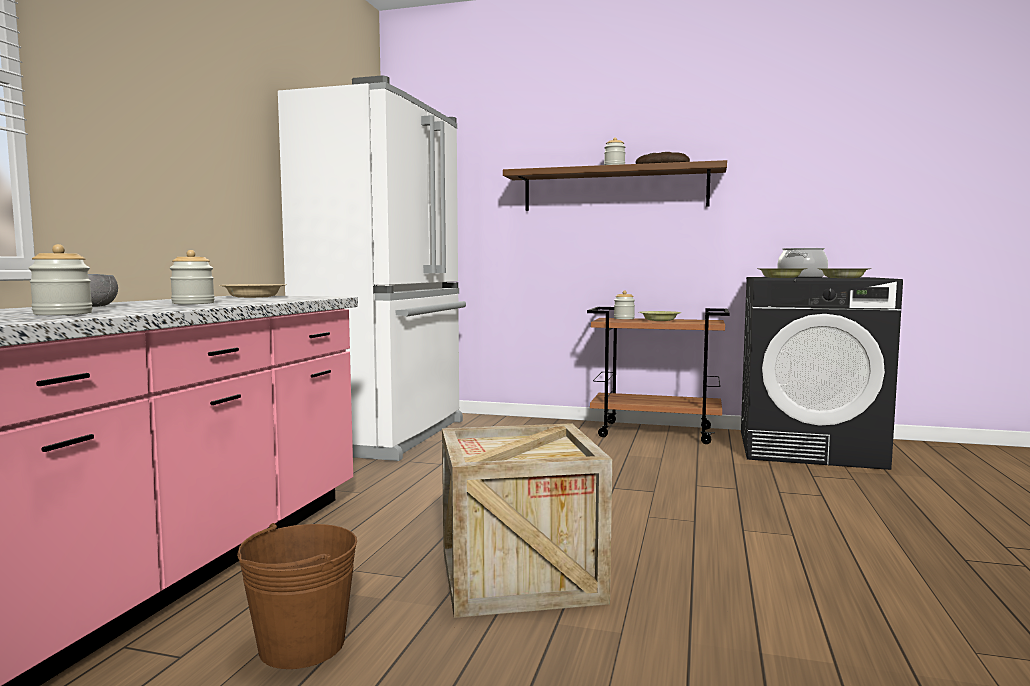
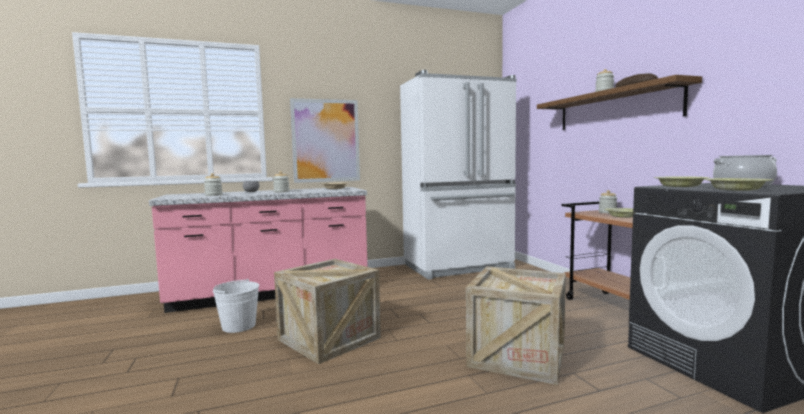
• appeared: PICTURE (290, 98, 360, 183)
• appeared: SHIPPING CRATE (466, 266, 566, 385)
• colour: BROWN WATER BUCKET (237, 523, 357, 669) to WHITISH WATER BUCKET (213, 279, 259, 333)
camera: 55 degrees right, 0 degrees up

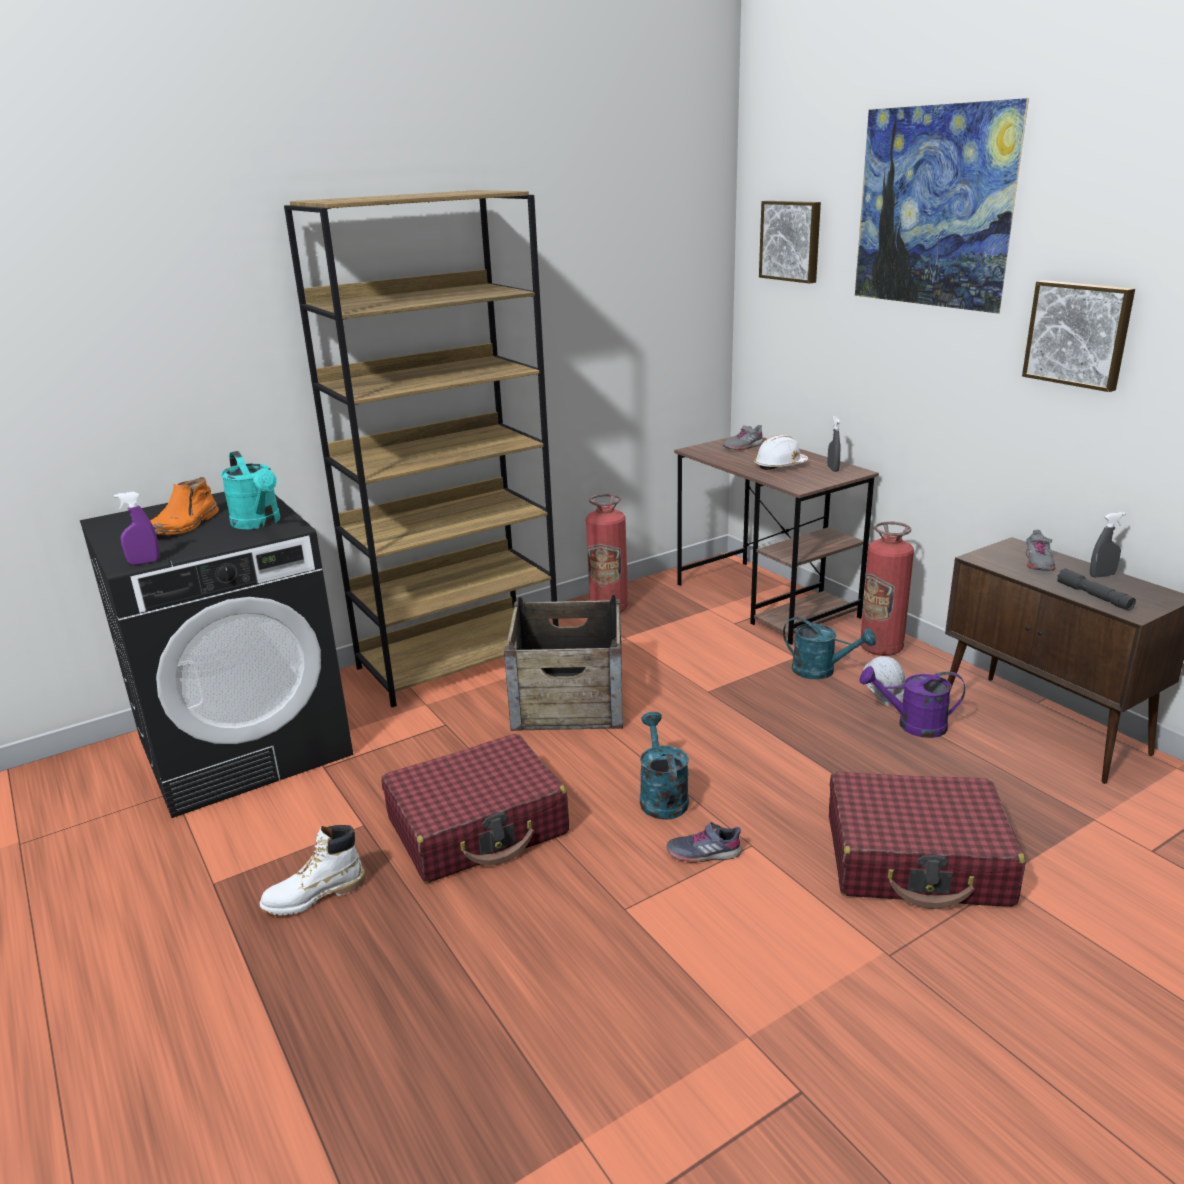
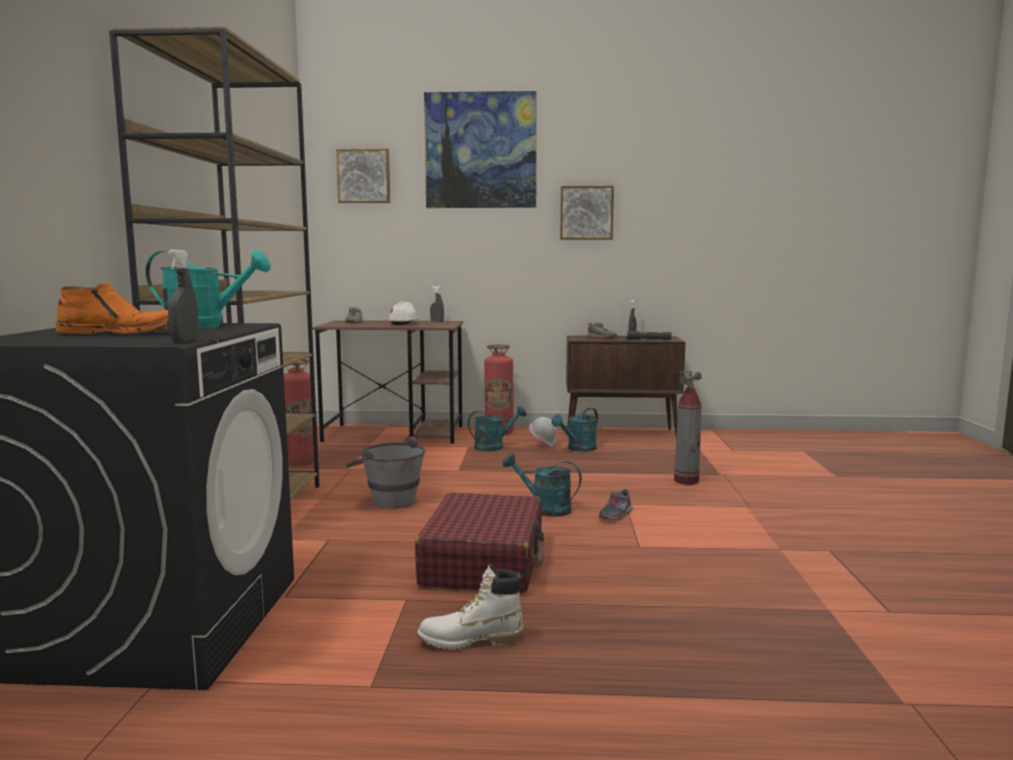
• exchanged: SHIPPING CRATE (504, 595, 623, 731) to GRAY WATER BUCKET (346, 436, 426, 509)
• exchanged: RED-COLOURED PIECE OF LUGGAGE (829, 772, 1026, 909) to FIRE EXTINGUISHER (674, 371, 702, 485)
• colour: PURPLE SPRAY BOTTLE (114, 492, 160, 565) to GRAY SPRAY BOTTLE (168, 249, 199, 342)
• colour: PURPLE WATERING CAN (860, 666, 965, 738) to TURQUOISE WATERING CAN (552, 408, 598, 452)
• spun: ORANGE HIGH-TOP BOOT (150, 477, 219, 535) = (56, 283, 169, 335) 60 degrees counterclockwise
• spun: WHITISH HIGH-TOP BOOT (260, 825, 366, 915) = (417, 564, 525, 650) 75 degrees clockwise
camera: 55 degrees left, 15 degrees down

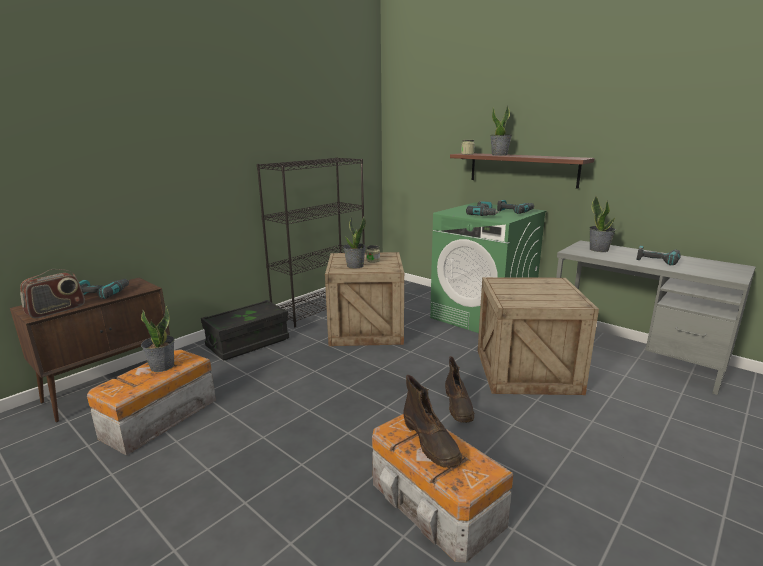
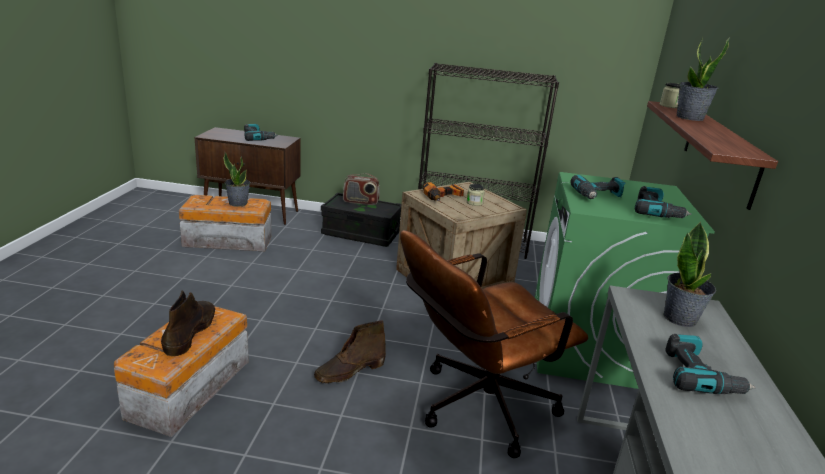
• relocated: RADIO SET (20, 269, 85, 318) to (343, 173, 380, 205)
• exchanged: POTTED PLANT (343, 216, 366, 269) to DRILL (423, 182, 464, 203)
• exchanged: SHIPPING CRATE (478, 277, 599, 395) to BROWN OFFICE CHAIR (400, 230, 588, 458)
• spun: BROWN HIGH-TOP BOOT (404, 375, 462, 468) = (161, 290, 215, 356) 150 degrees clockwise
camera: 55 degrees right, 5 degrees up

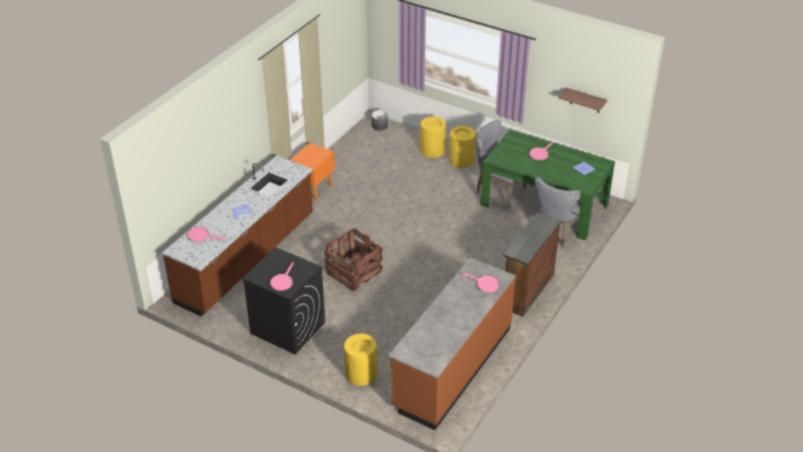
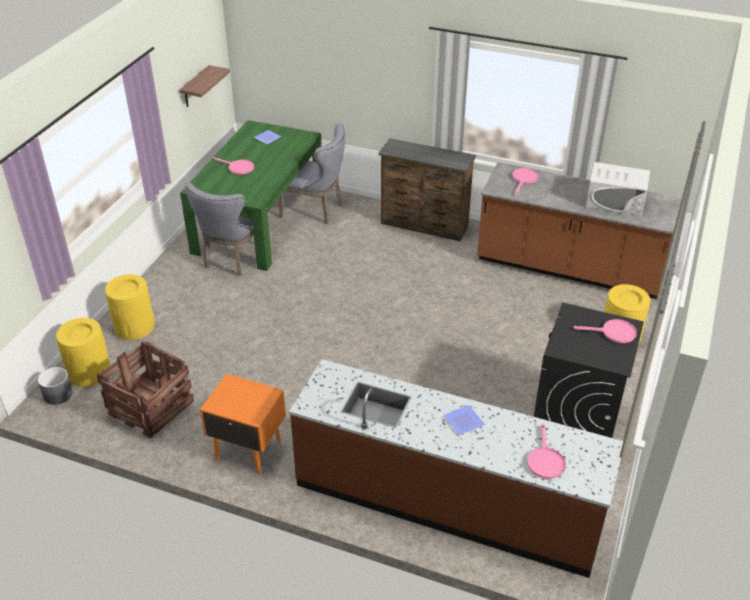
• appeared: WHITISH MICROWAVE (585, 162, 650, 216)
• relocated: SHIPPING CRATE (324, 228, 383, 291) to (97, 341, 194, 438)
• relocated: YELLOWISH WASTE BIN (449, 126, 476, 168) to (56, 318, 110, 387)
camera: 100 degrees left, 0 degrees up

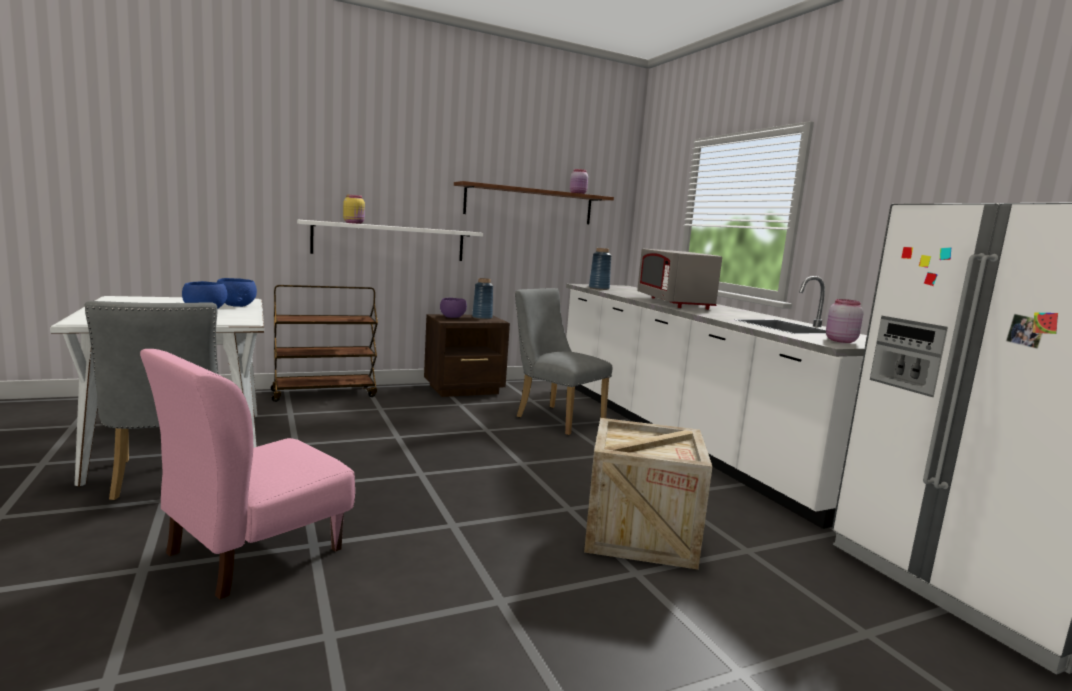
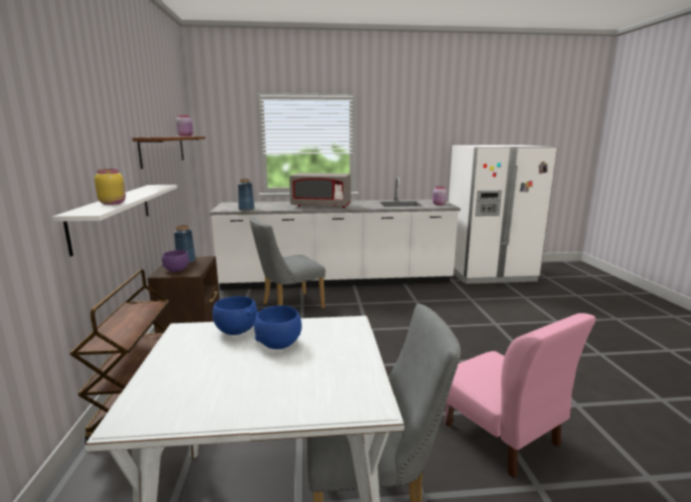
• missing: SHIPPING CRATE (584, 418, 713, 570)
camera: 70 degrees left, 5 degrees up

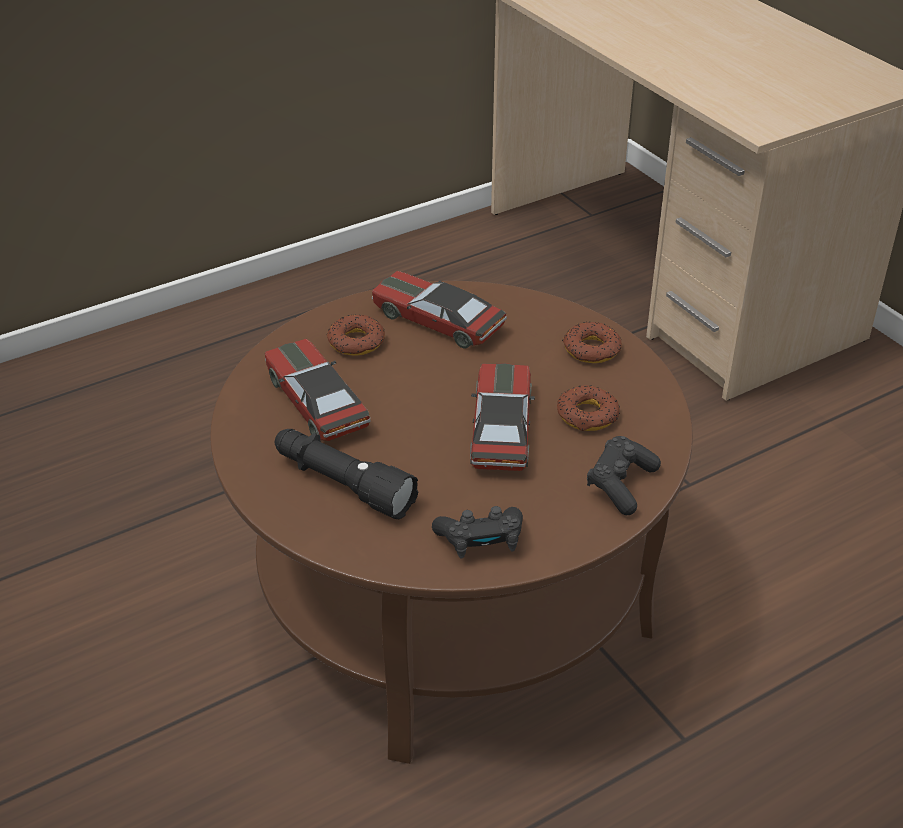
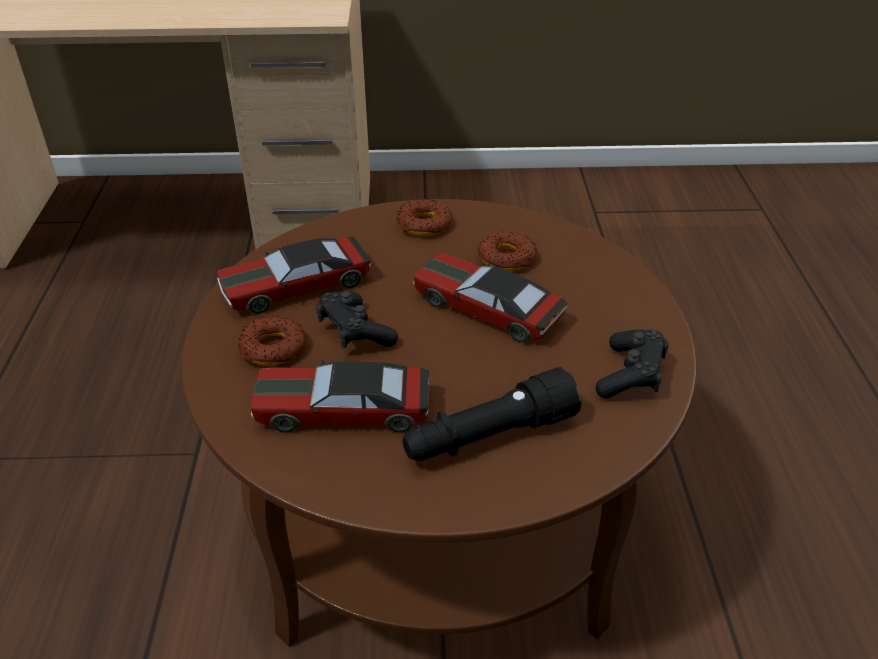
• relocated: BLACKISH JOYPAD (587, 436, 661, 515) to (316, 291, 398, 348)
camera: 60 degrees left, 0 degrees up

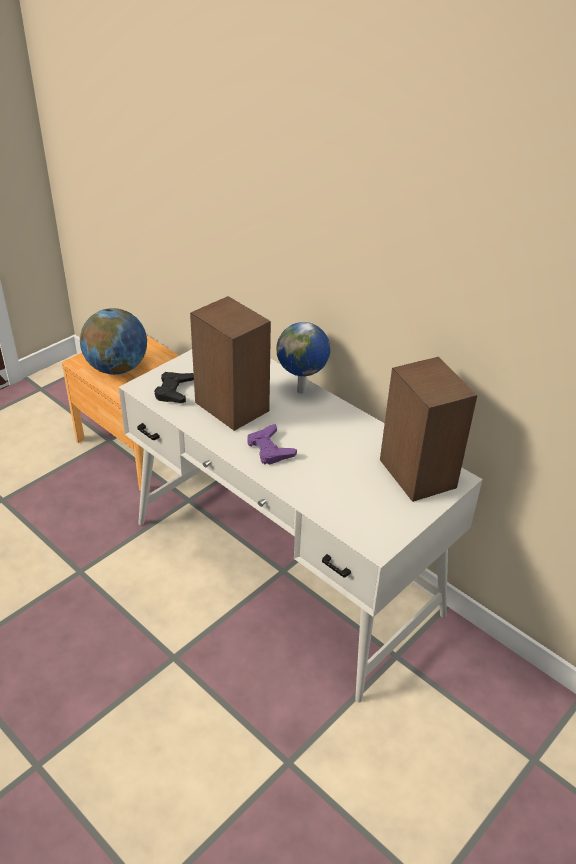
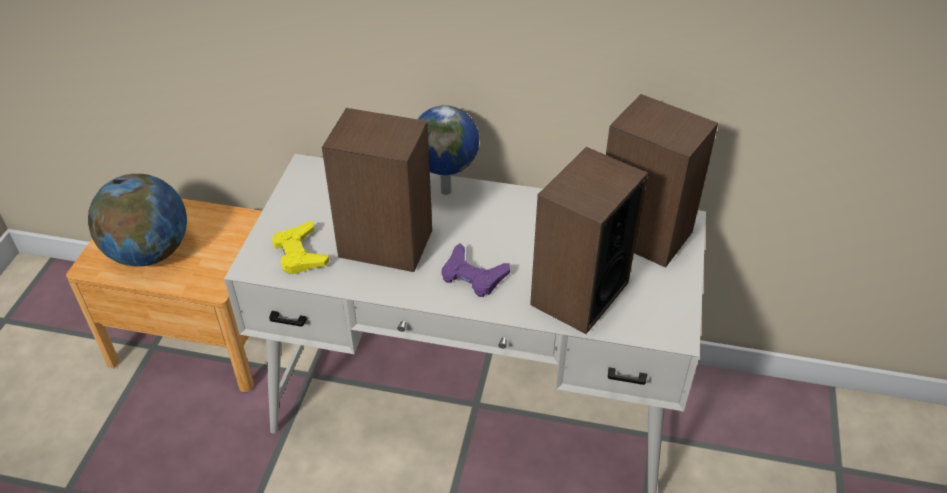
• appeared: AUDIO SPEAKER (530, 147, 648, 334)
• colour: BLACKISH JOYPAD (154, 372, 194, 403) to YELLOWISH JOYPAD (272, 221, 329, 274)
camera: 30 degrees left, 5 degrees up

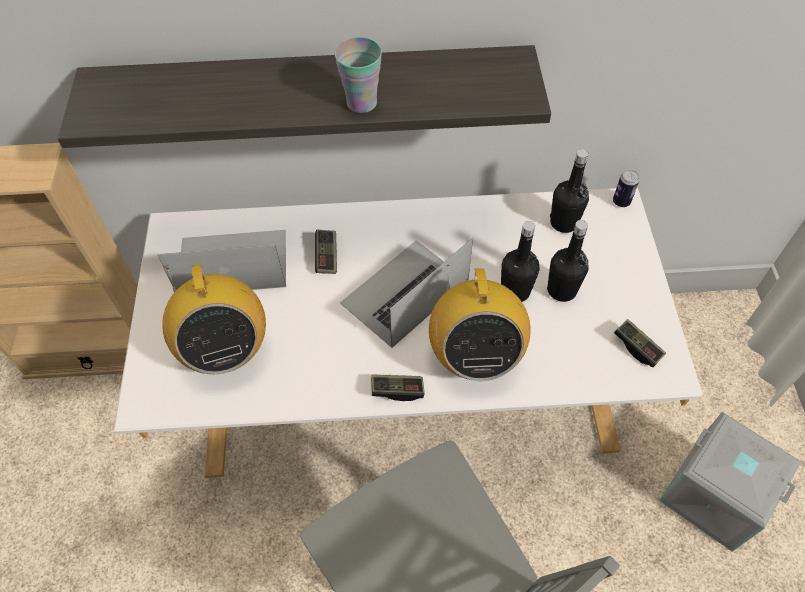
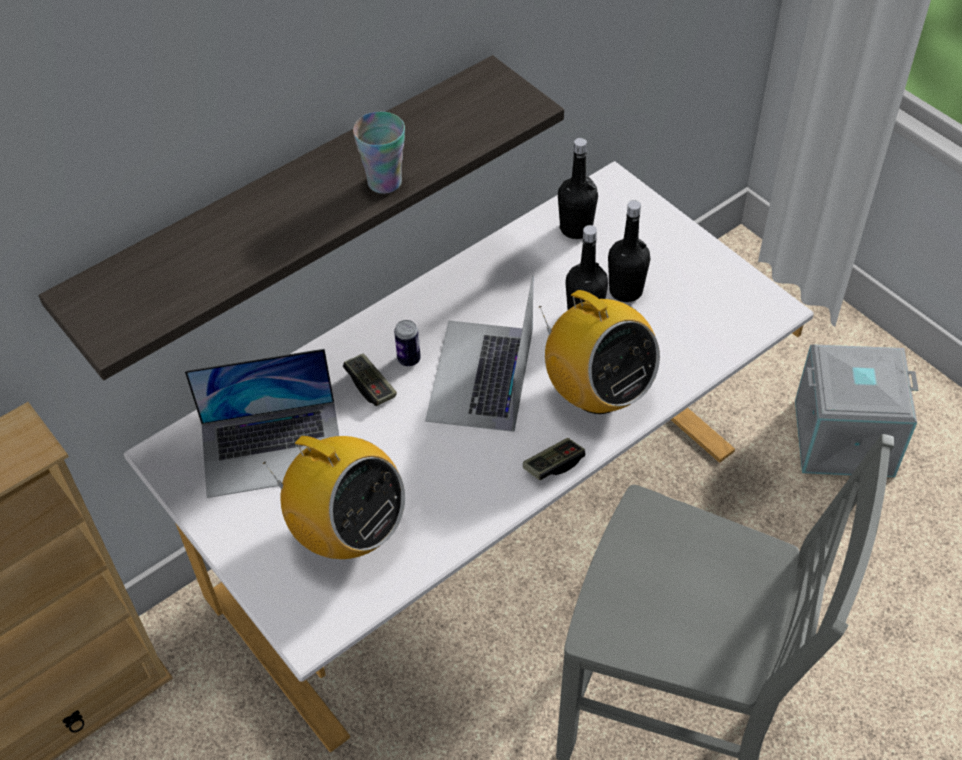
• missing: JOYPAD (614, 319, 666, 367)
• relocated: METAL CAN (613, 170, 639, 207) to (394, 320, 421, 366)
• spun: NOTEBOOK COMPUTER (157, 230, 286, 290) = (185, 349, 339, 498) 150 degrees counterclockwise
camera: 35 degrees left, 5 degrees down

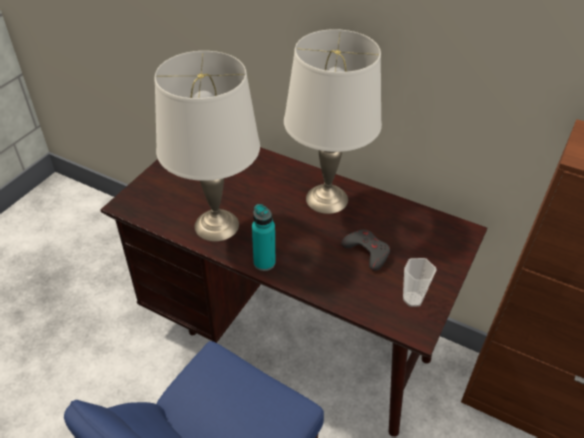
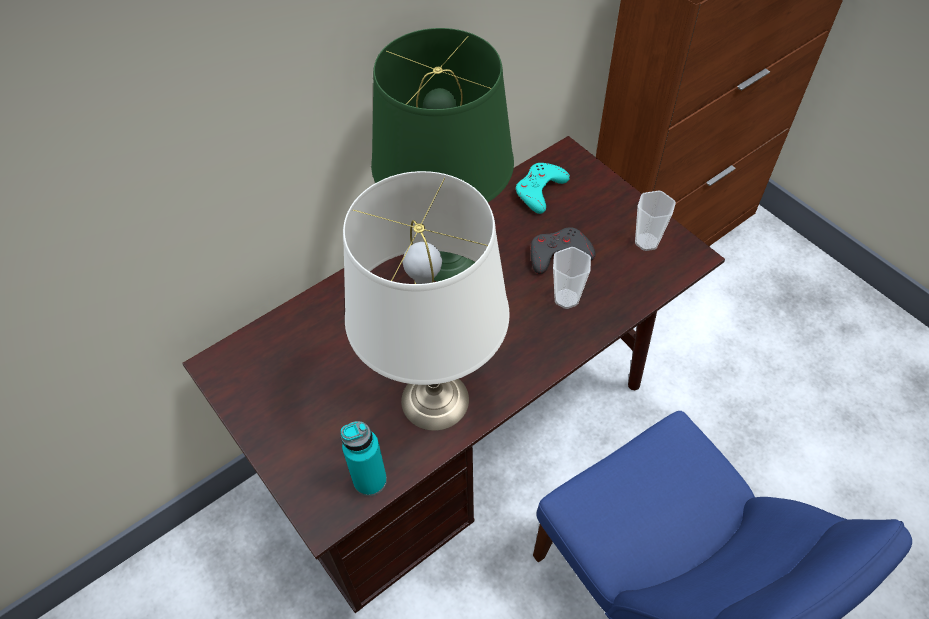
• appeared: TURQUOISE JOYPAD (516, 163, 570, 214)
• appeared: CUP (553, 247, 591, 309)
• relocated: TURQUOISE DRINK BOTTLE (252, 204, 275, 271) to (341, 421, 387, 496)
• colour: WHITISH TABLE LAMP (284, 29, 382, 214) to GREEN-COLOURED TABLE LAMP (371, 28, 514, 282)
camera: 65 degrees left, 10 degrees up

